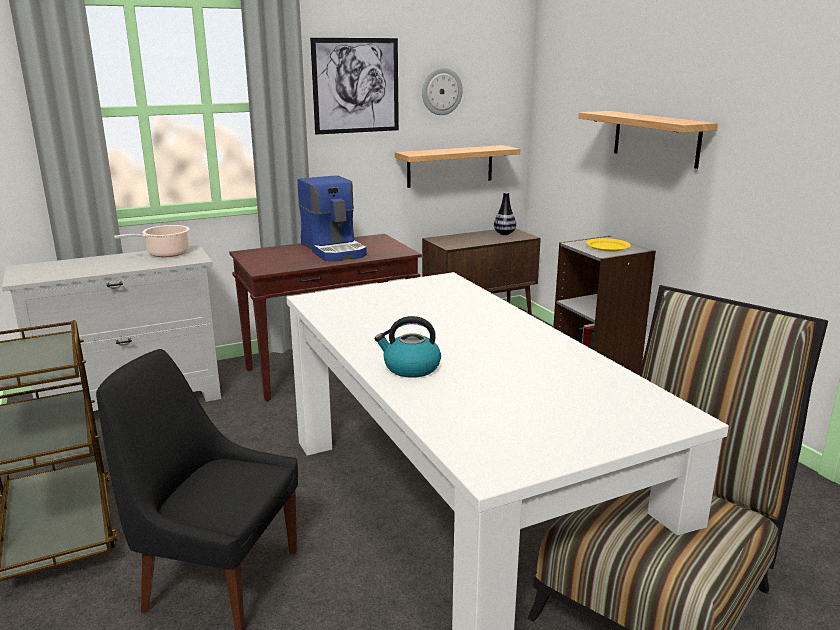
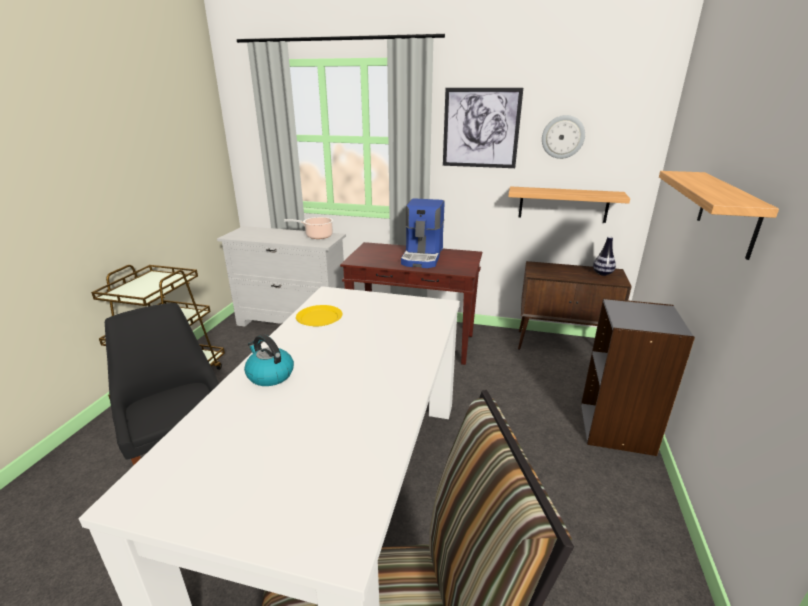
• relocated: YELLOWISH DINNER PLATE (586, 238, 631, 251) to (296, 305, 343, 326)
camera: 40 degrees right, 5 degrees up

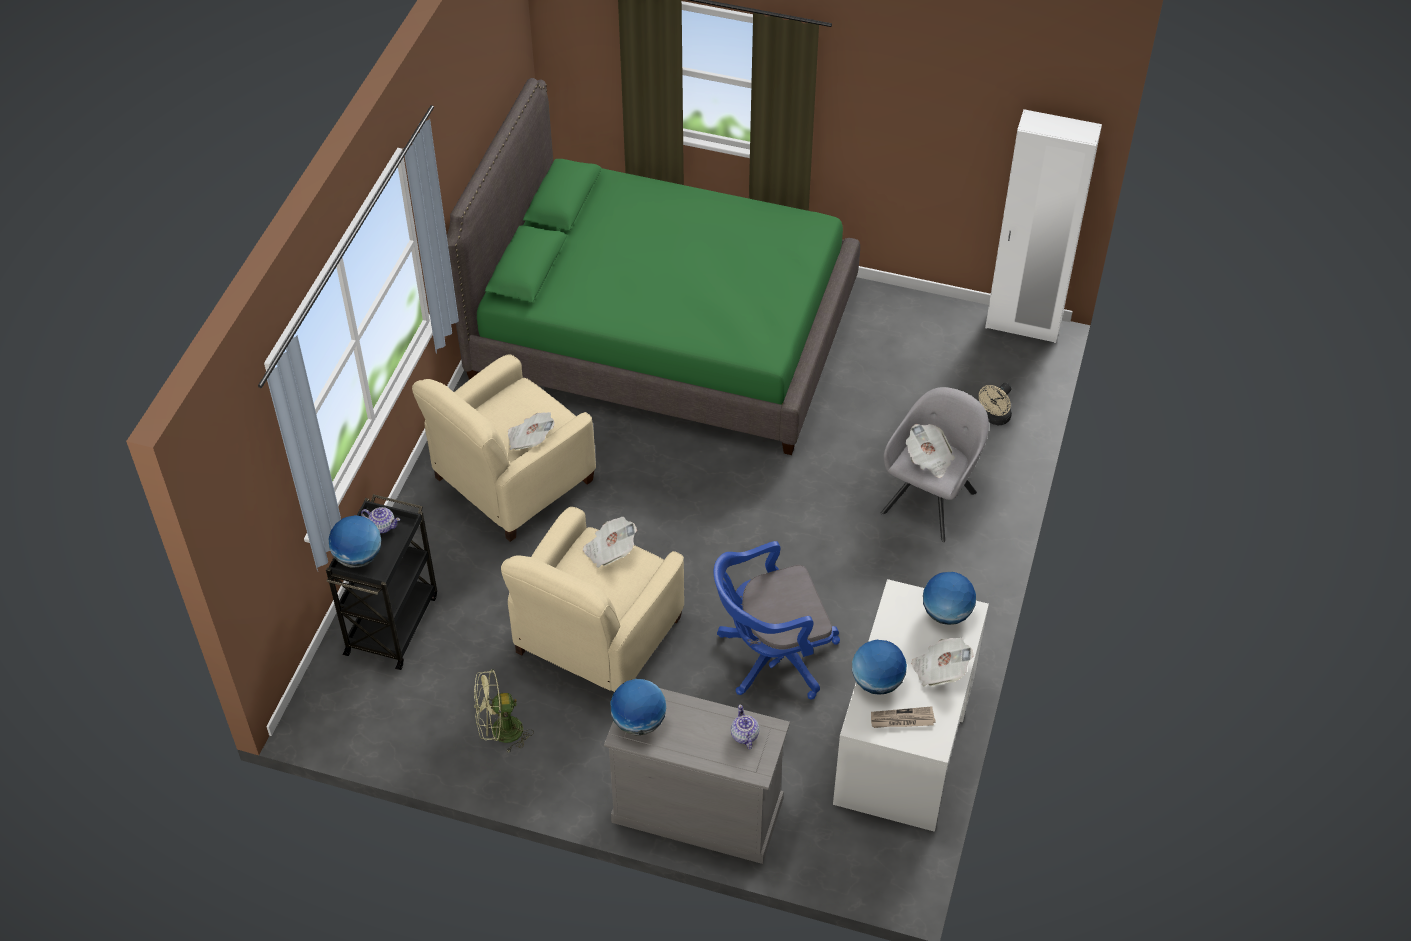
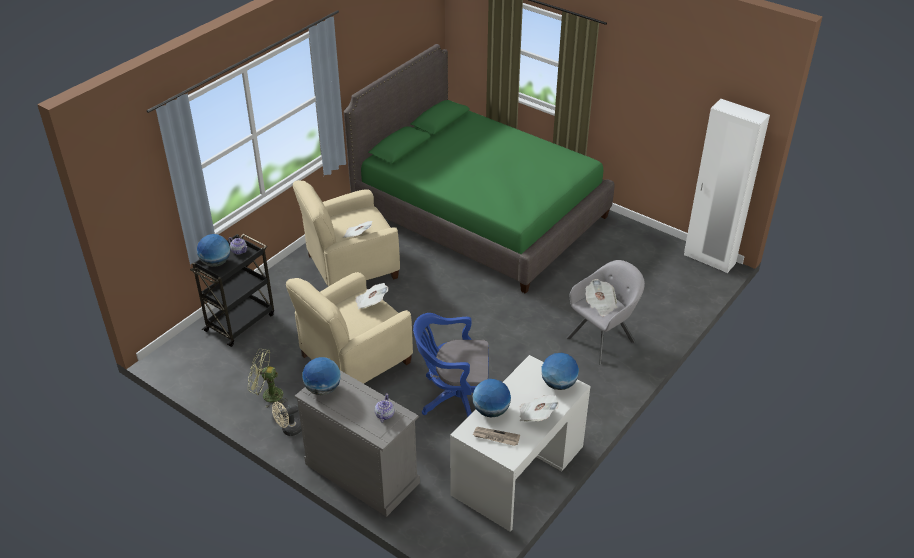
• relocated: BEIGE FAN (979, 383, 1012, 425) to (272, 402, 302, 436)
camera: 20 degrees right, 10 degrees down

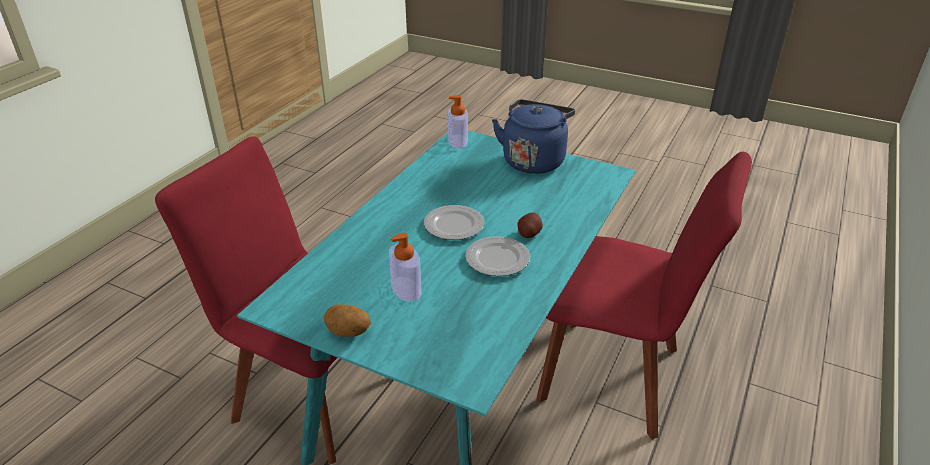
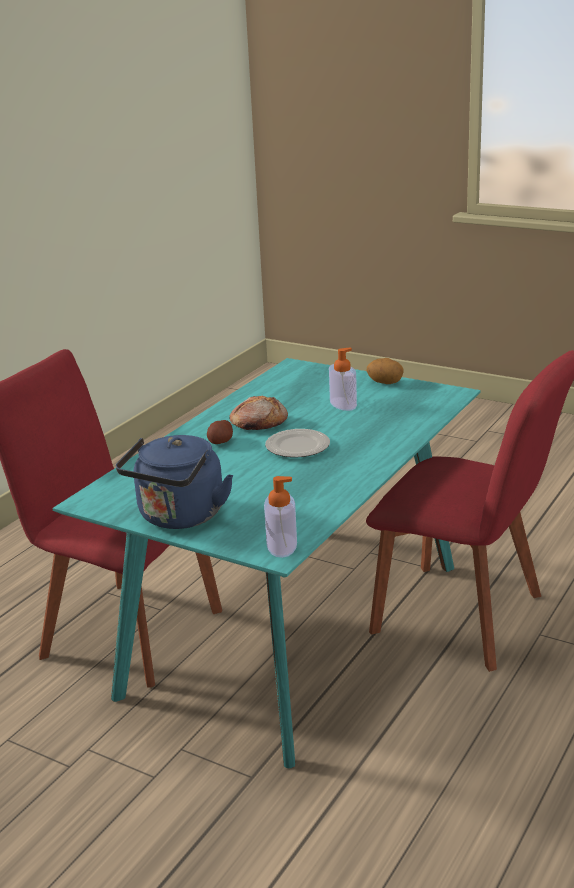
• exchanged: DINNER PLATE (465, 236, 530, 276) to BREAD (229, 396, 288, 430)
camera: 175 degrees left, 10 degrees down

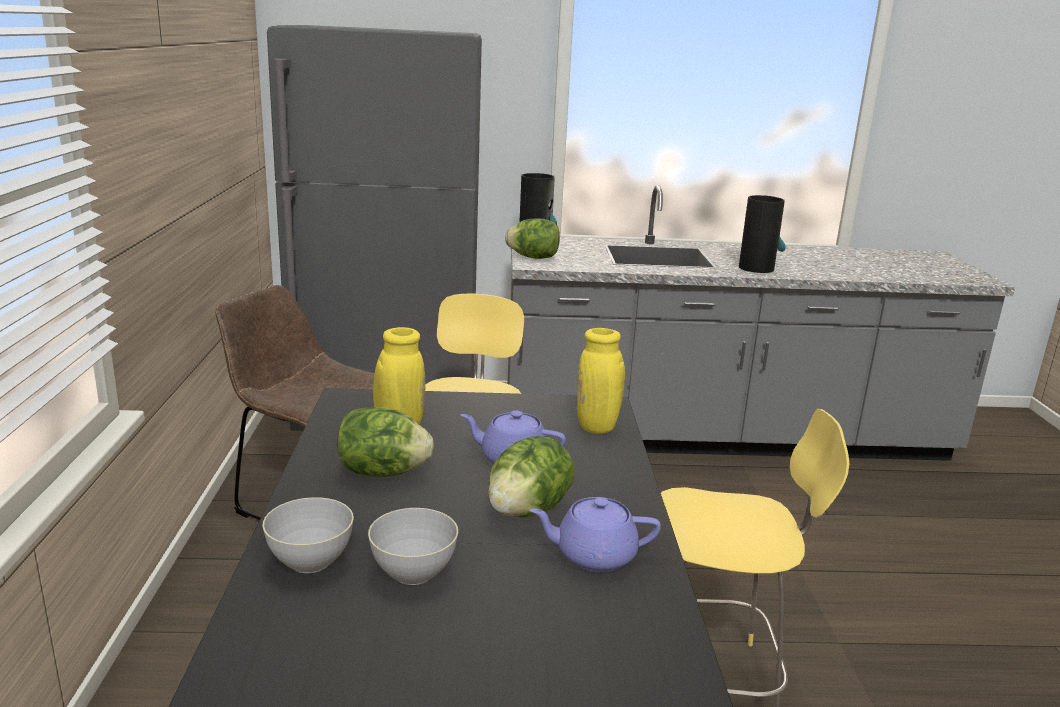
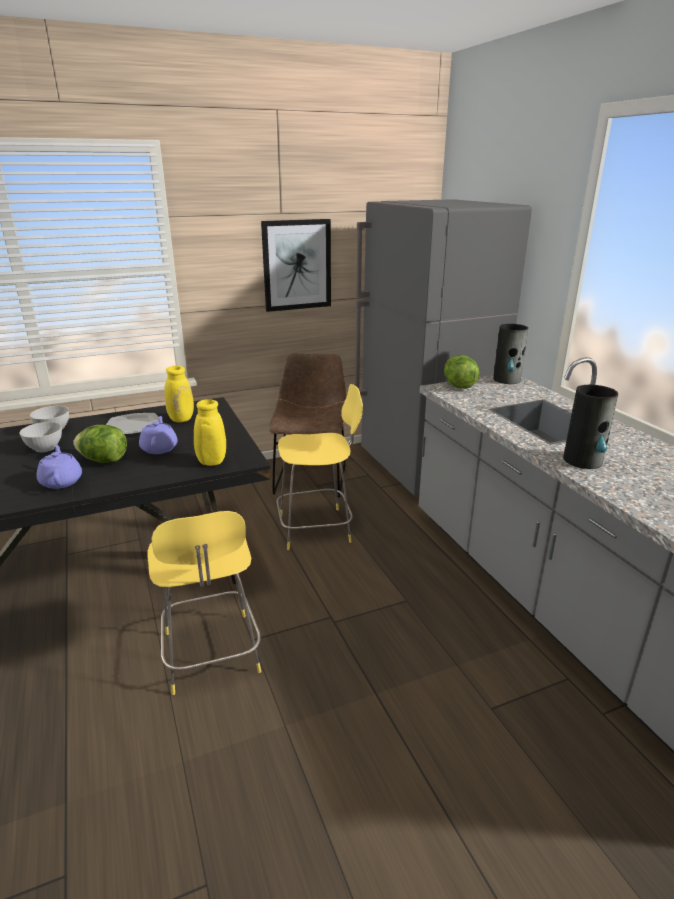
• appeared: PICTURE (261, 219, 331, 312)
• exchanged: LETTUCE HEAD (337, 407, 434, 477) to DINNER PLATE (106, 413, 159, 434)
camera: 70 degrees right, 5 degrees up

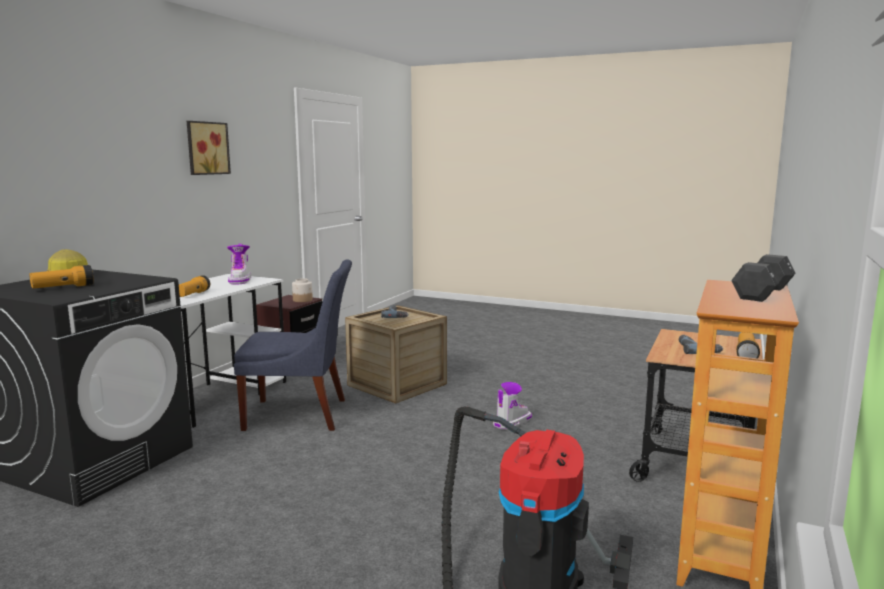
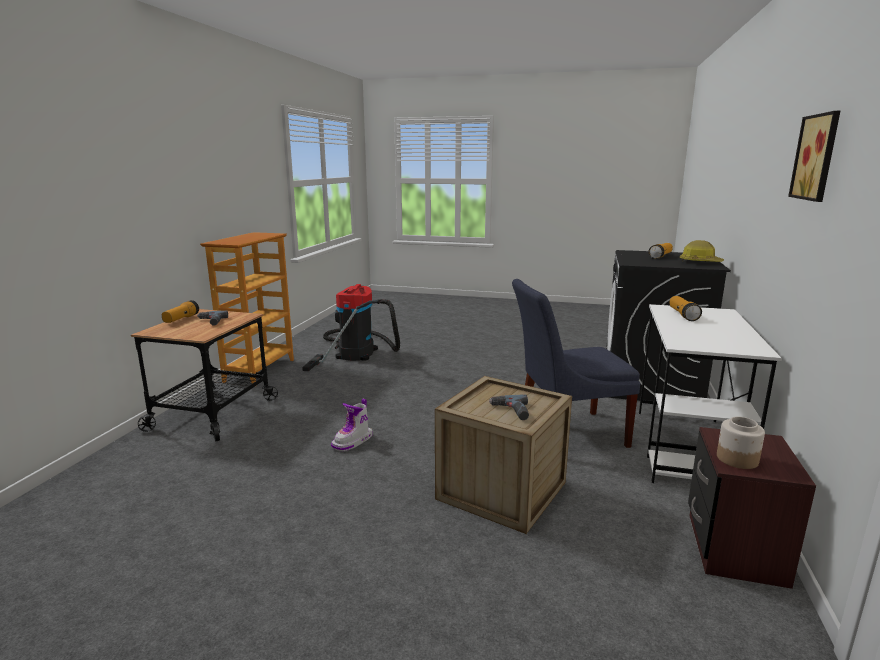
• missing: HIGH-TOP BOOT (227, 244, 251, 285)
• missing: BLACKISH FREE WEIGHT (731, 254, 796, 302)
camera: 170 degrees right, 5 degrees up

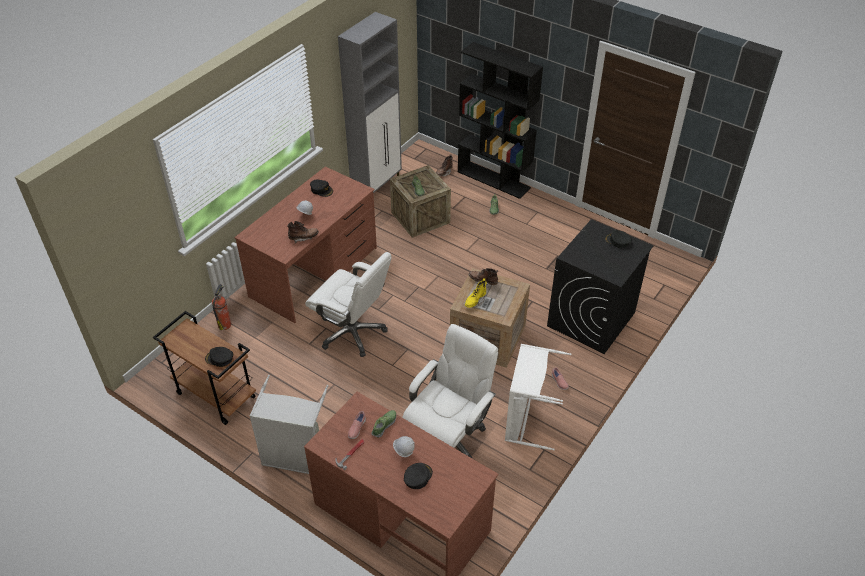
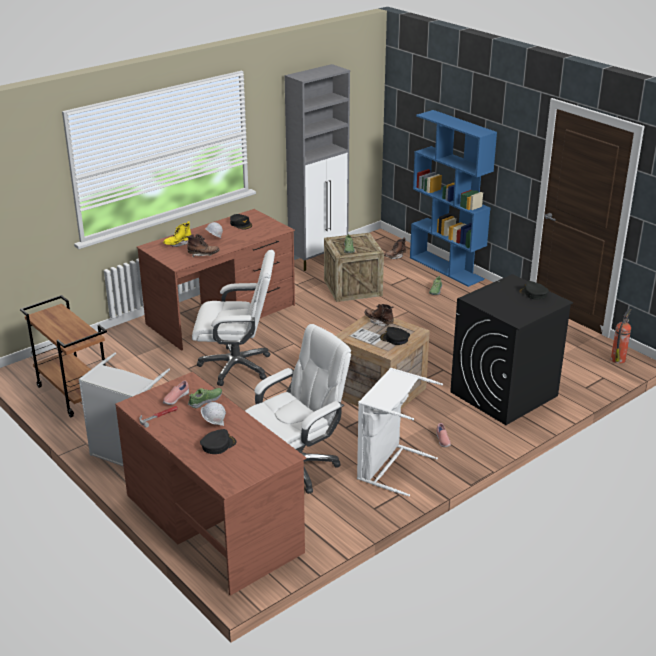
• relocated: BLACKISH CAP (205, 347, 233, 367) to (380, 327, 410, 345)
• relocated: FIRE EXTINGUISHER (212, 284, 231, 330) to (611, 309, 631, 364)
• relocated: YELLOWISH HIGH-TOP BOOT (465, 278, 487, 308) to (163, 221, 191, 247)
• colour: BLACKISH BOOKCASE (458, 42, 543, 199) to BLUISH BOOKCASE (410, 110, 497, 287)
• spun: WHITISH OFFICE CHAIR (305, 252, 392, 357) = (192, 250, 275, 386) 45 degrees counterclockwise
camera: 15 degrees right, 15 degrees down

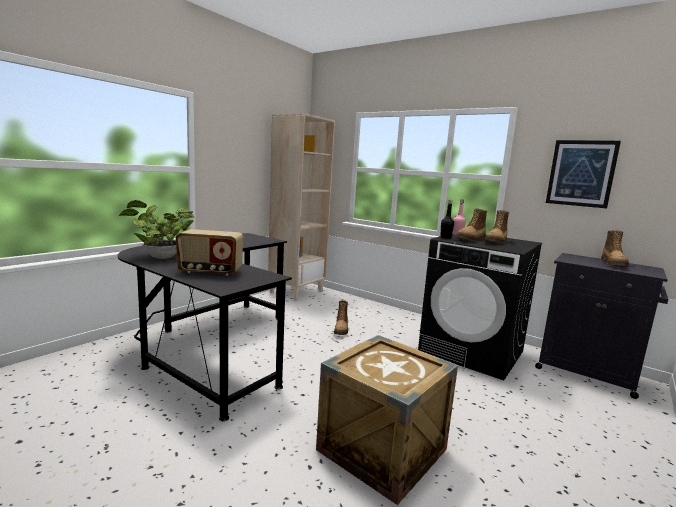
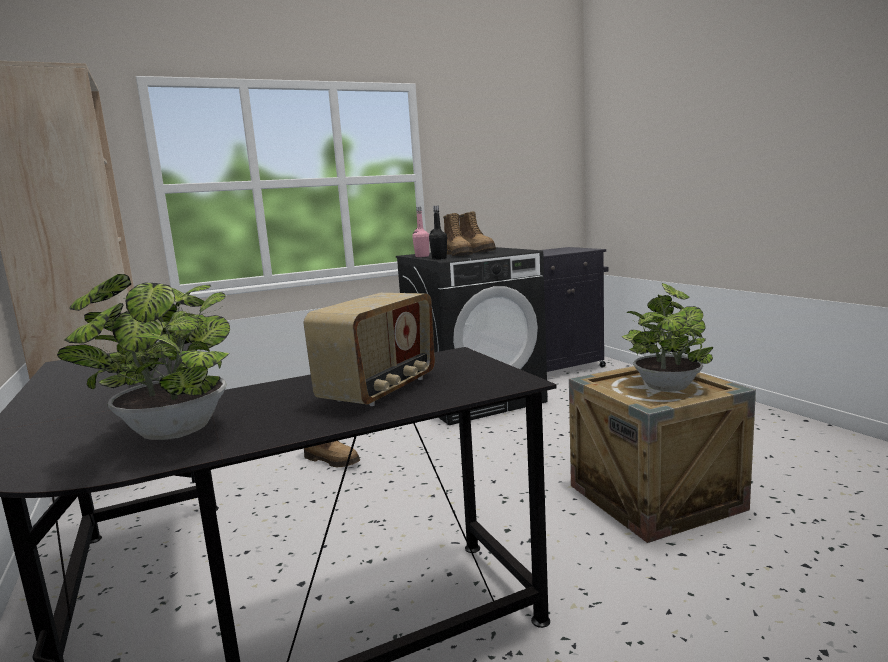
• missing: PICTURE (546, 140, 621, 208)
• missing: HIGH-TOP BOOT (601, 230, 629, 267)
• appeared: POTTED PLANT (622, 283, 714, 392)
camera: 60 degrees left, 0 degrees up

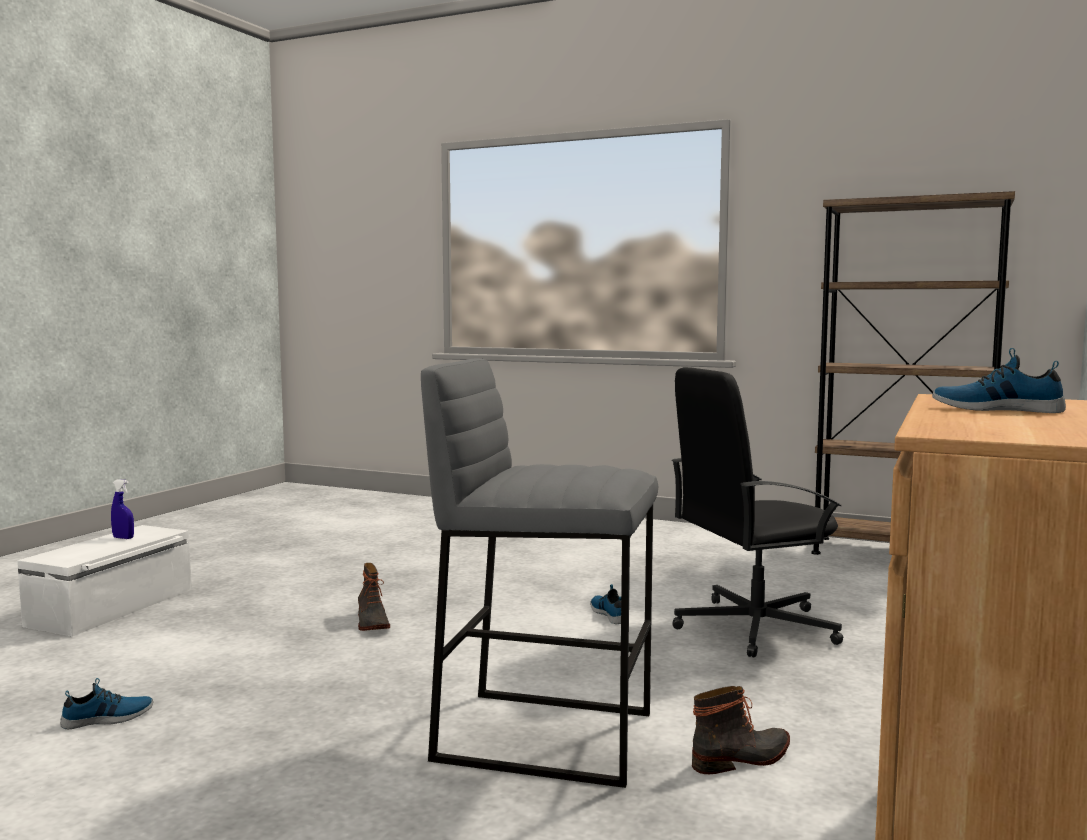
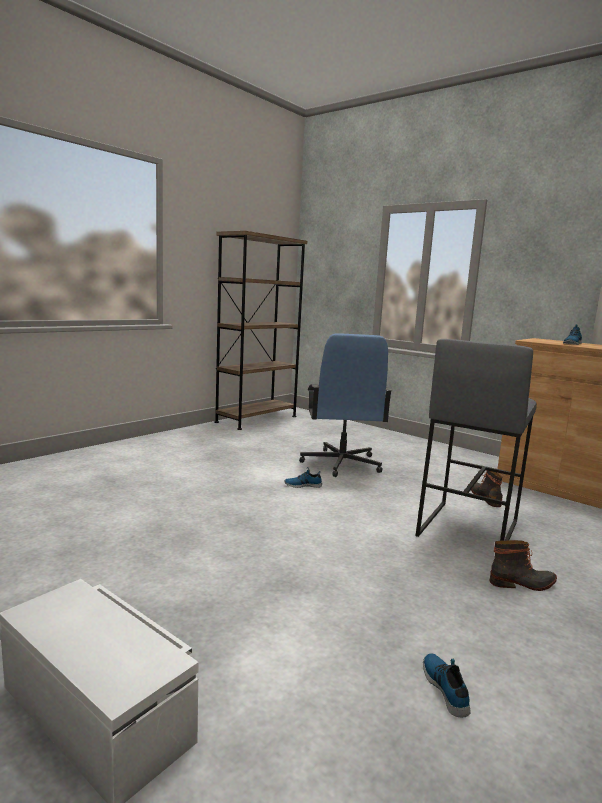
• missing: BLUISH SPRAY BOTTLE (111, 479, 134, 539)
• relocated: HIGH-TOP BOOT (358, 563, 390, 631) to (489, 540, 557, 591)
• colour: BLACKISH OFFICE CHAIR (671, 367, 843, 658) to BLUISH OFFICE CHAIR (299, 333, 393, 477)
camera: 75 degrees left, 5 degrees up

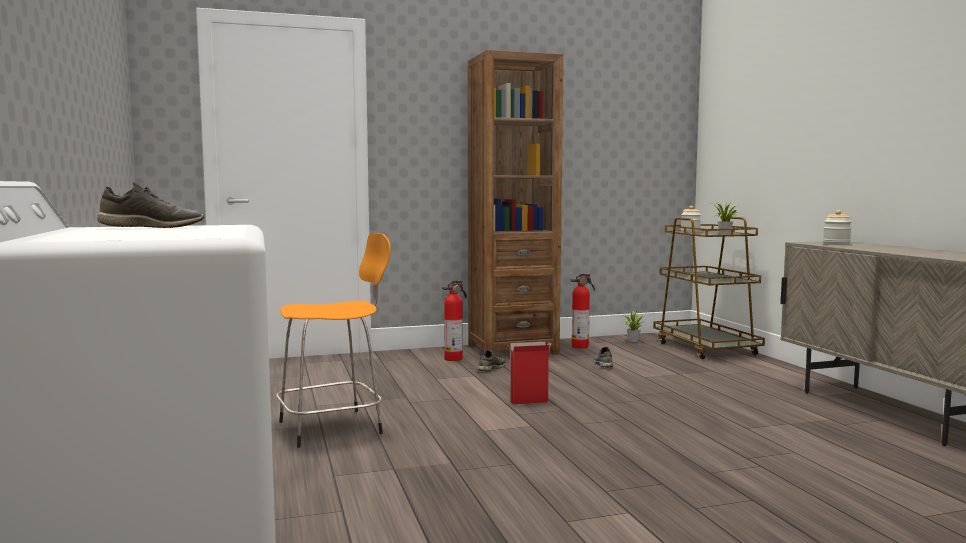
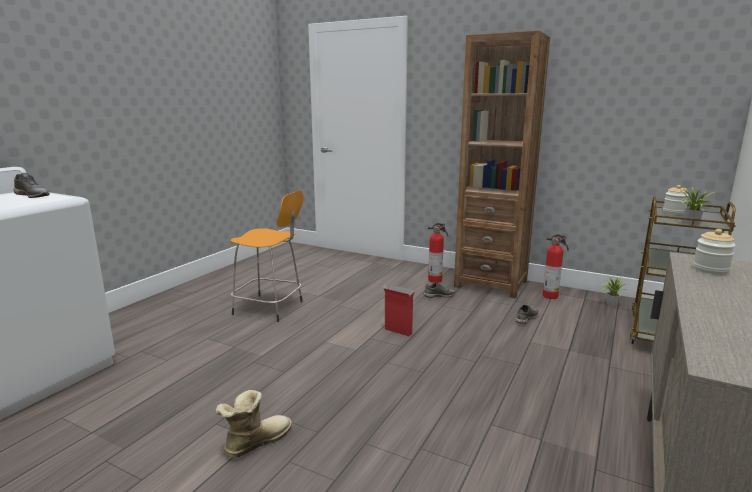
• appeared: HIGH-TOP BOOT (215, 390, 292, 458)
camera: 45 degrees right, 10 degrees up

